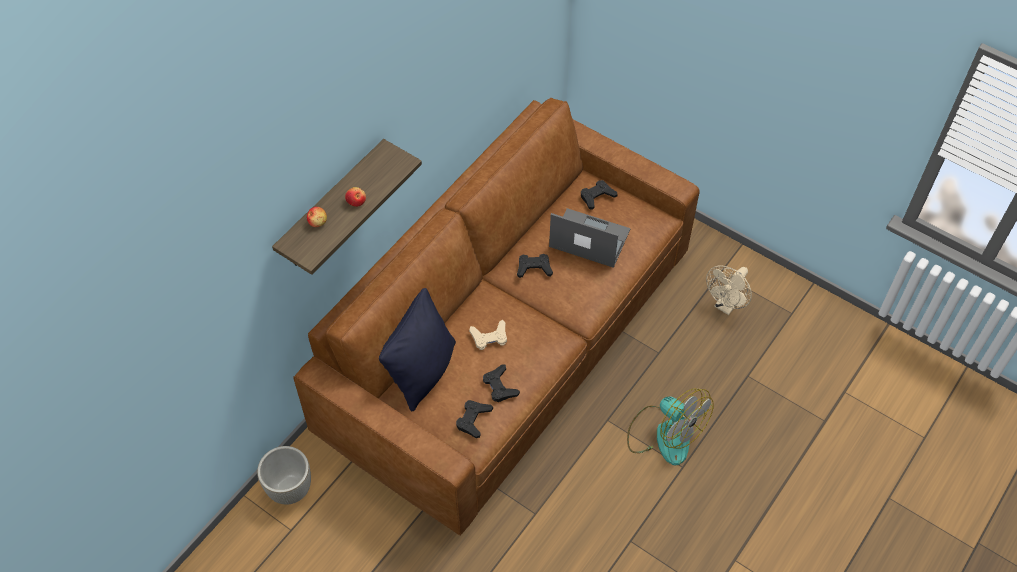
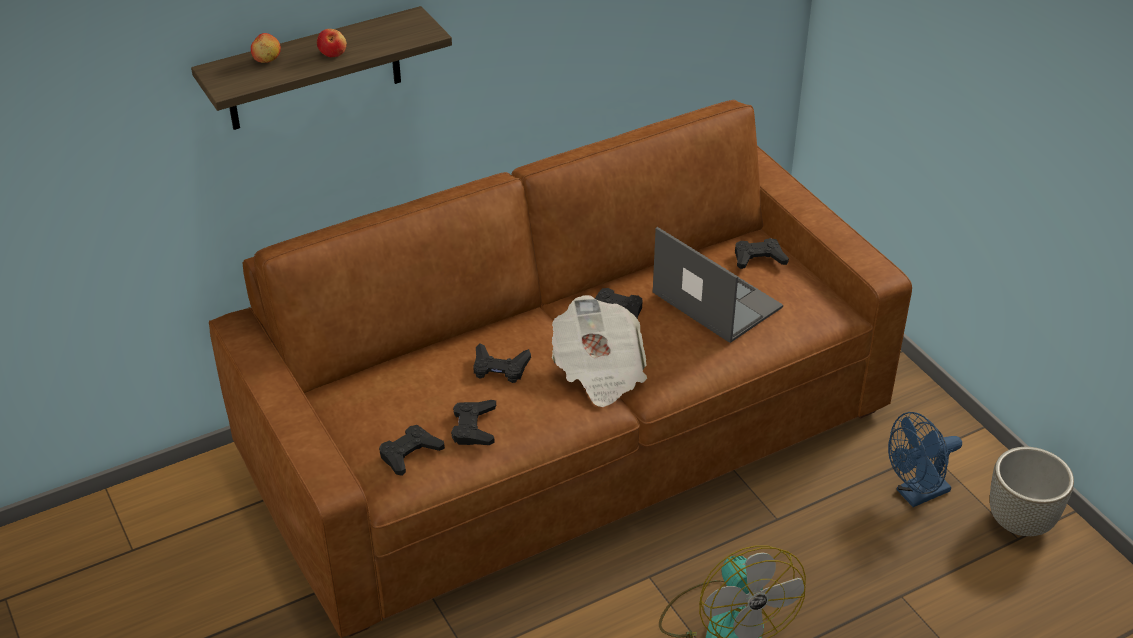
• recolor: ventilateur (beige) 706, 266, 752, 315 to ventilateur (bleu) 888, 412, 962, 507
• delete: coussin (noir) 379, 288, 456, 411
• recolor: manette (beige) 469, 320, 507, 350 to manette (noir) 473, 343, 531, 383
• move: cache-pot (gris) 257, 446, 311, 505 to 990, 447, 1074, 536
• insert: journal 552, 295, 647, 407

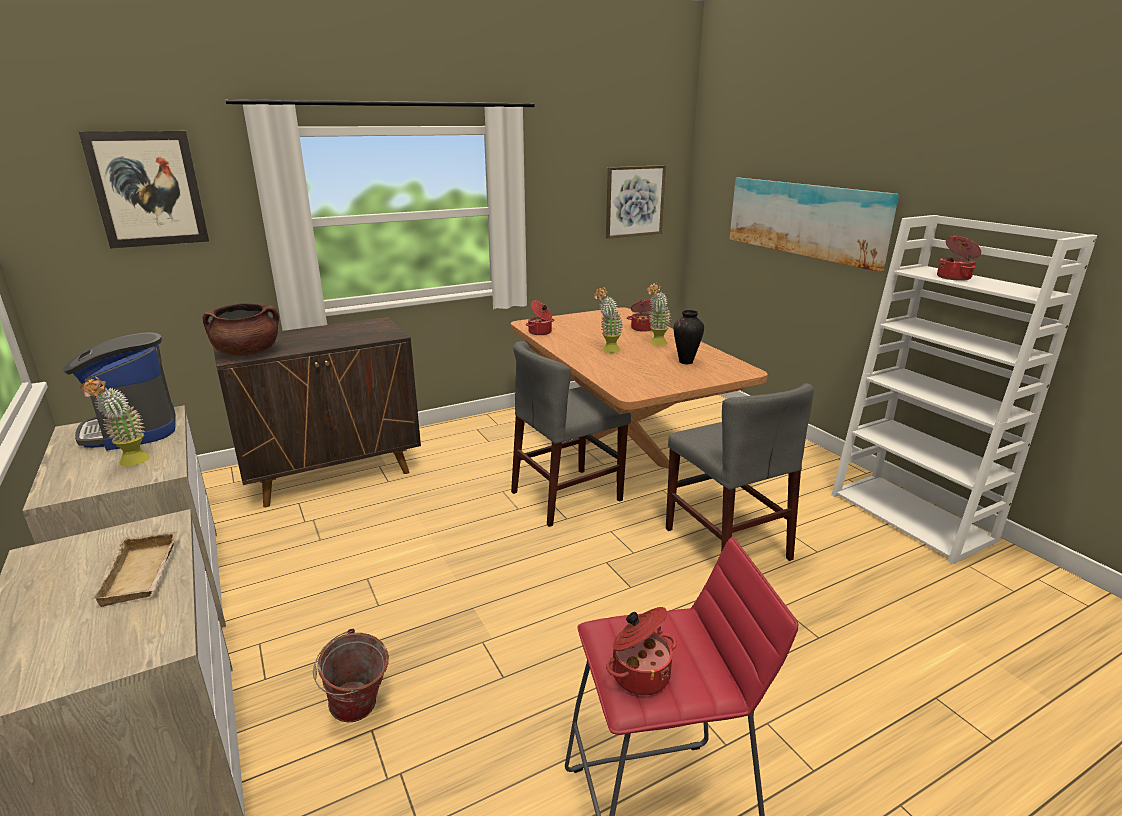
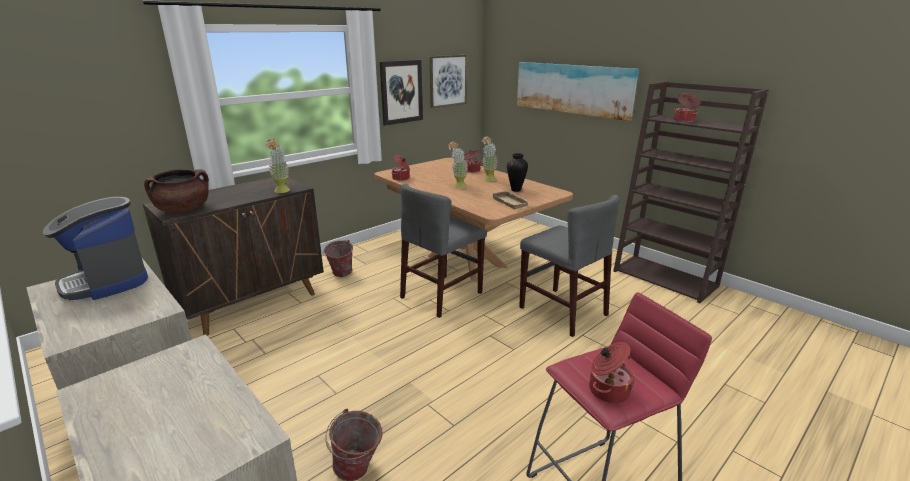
• move: tableau 79, 131, 209, 249 to 380, 60, 423, 126
• recolor: bibliothèque (blanc) 831, 215, 1097, 564 to bibliothèque (marron) 613, 82, 769, 303
• move: plante en pot 80, 377, 150, 466 to 266, 139, 290, 193
• move: plateau (beige) 91, 531, 177, 607 to 491, 191, 530, 209
• insert: seau 323, 240, 353, 277

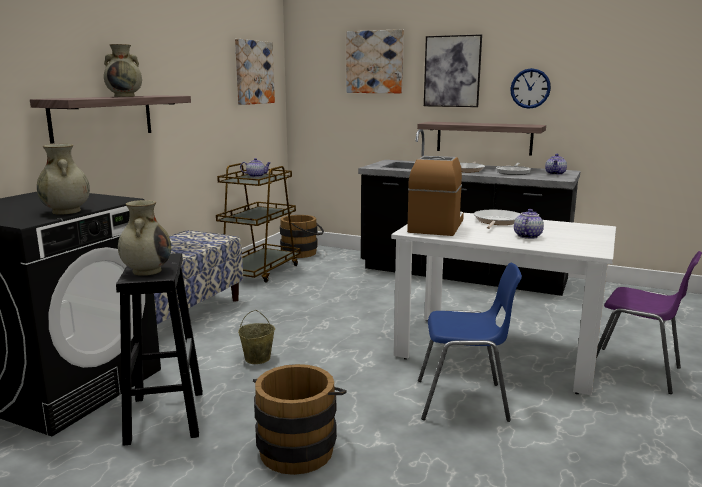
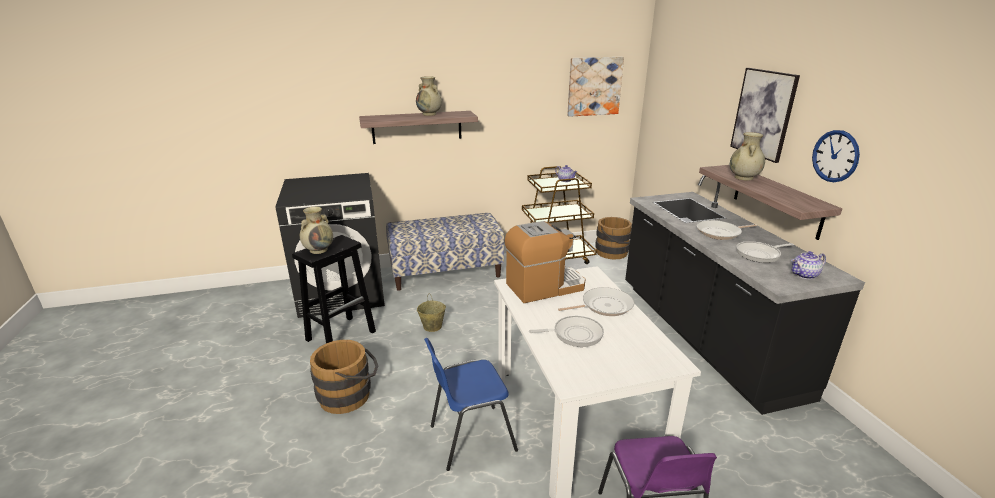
• delete: tableau 346, 29, 404, 93
• move: vase (beige) 37, 144, 90, 215 to 730, 132, 765, 180
• replace: théière 514, 209, 544, 239 to poêle 529, 315, 604, 347
• rotate: chaise (bleu) 418, 263, 522, 422 = 424, 338, 518, 471 105 degrees clockwise

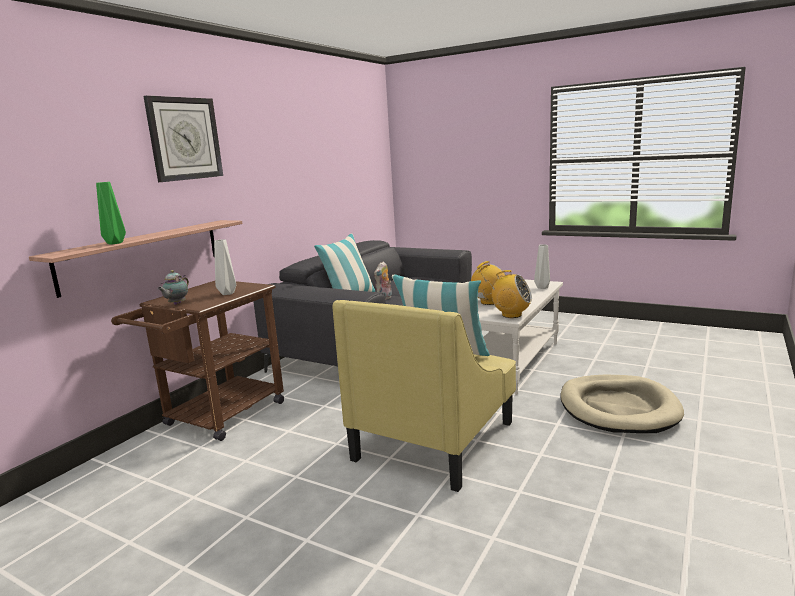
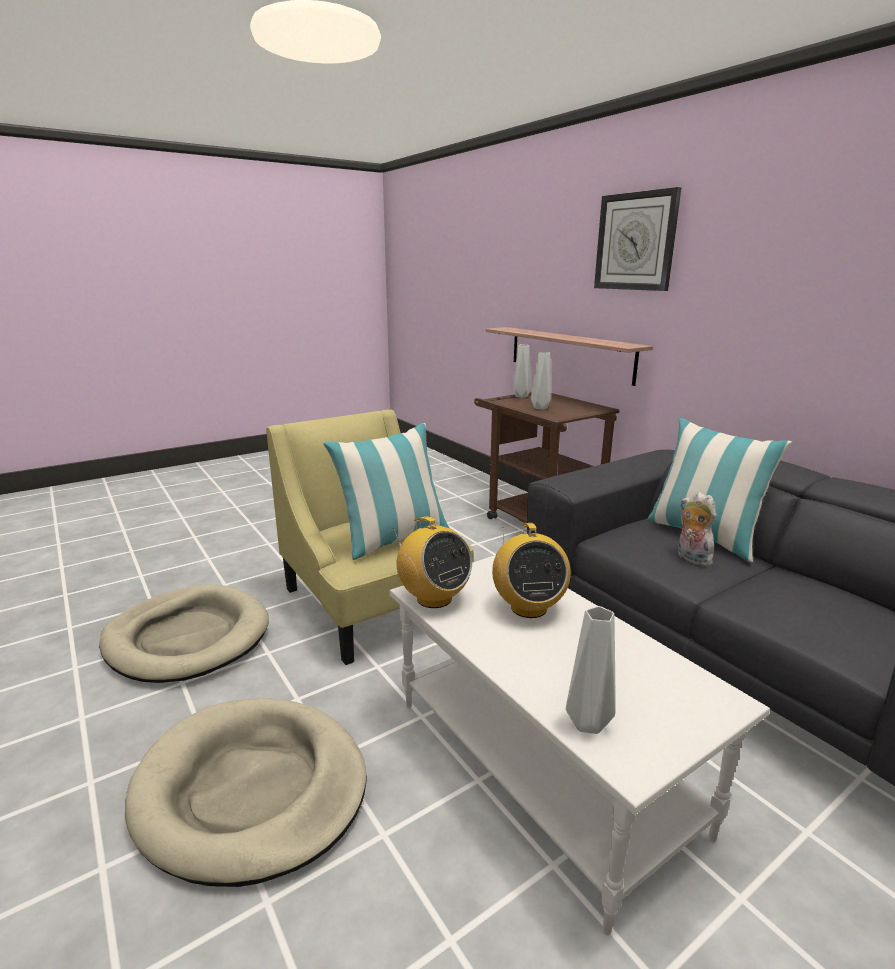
• delete: vase (vert) 96, 182, 126, 245
• replace: théière 157, 270, 189, 305 to vase (gris) 513, 344, 531, 398
• rotate: radio 489, 270, 532, 318 = 393, 516, 472, 608 90 degrees counterclockwise
• insert: panier pour chien (beige) 99, 584, 269, 683

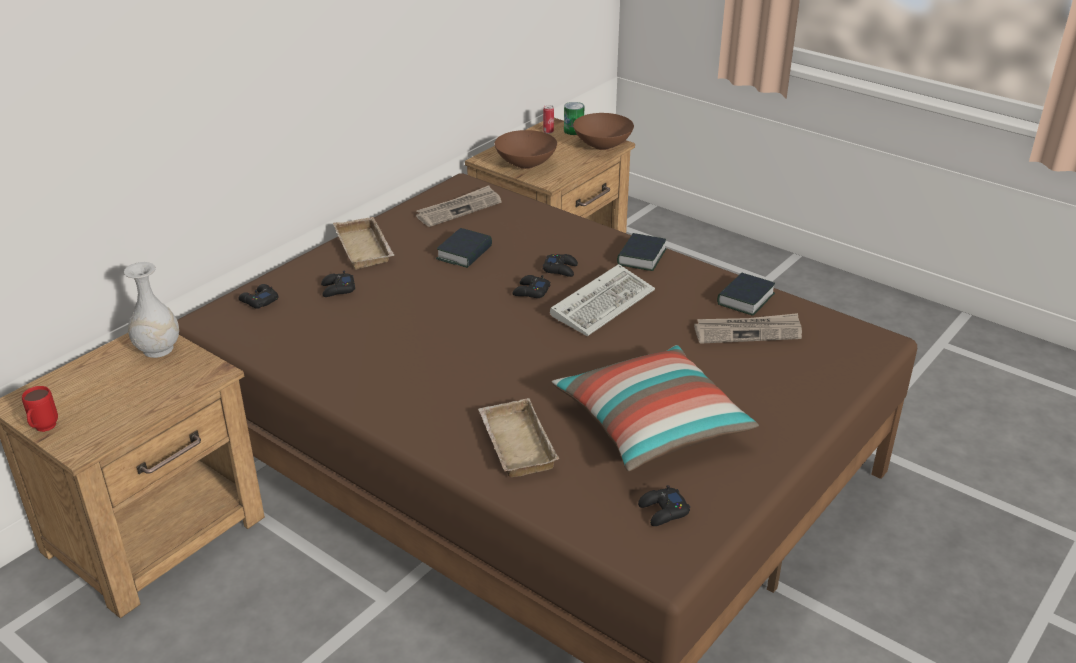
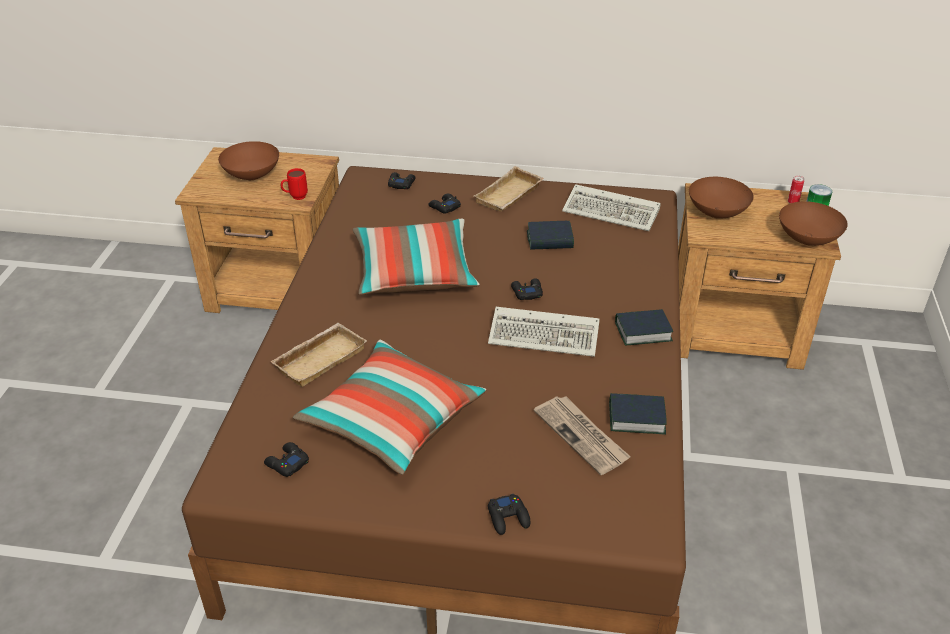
• replace: journal 416, 186, 502, 227 to clavier 562, 184, 661, 231
• move: manette (noir) 543, 254, 578, 277 to 488, 494, 530, 535
• delete: vase (blanc) 124, 262, 179, 358
• move: mug (rouge) 22, 386, 58, 432 to 281, 168, 308, 200
• insert: bol (marron) 218, 141, 279, 180
• insert: coussin 353, 219, 480, 295

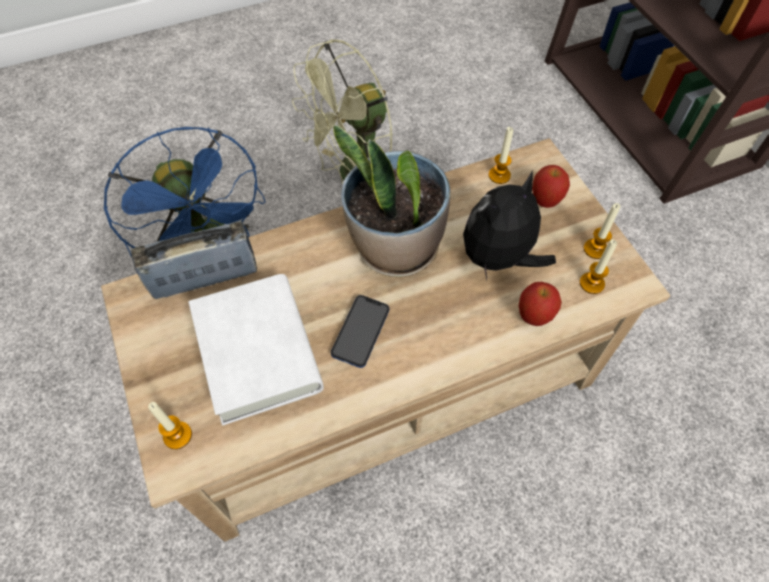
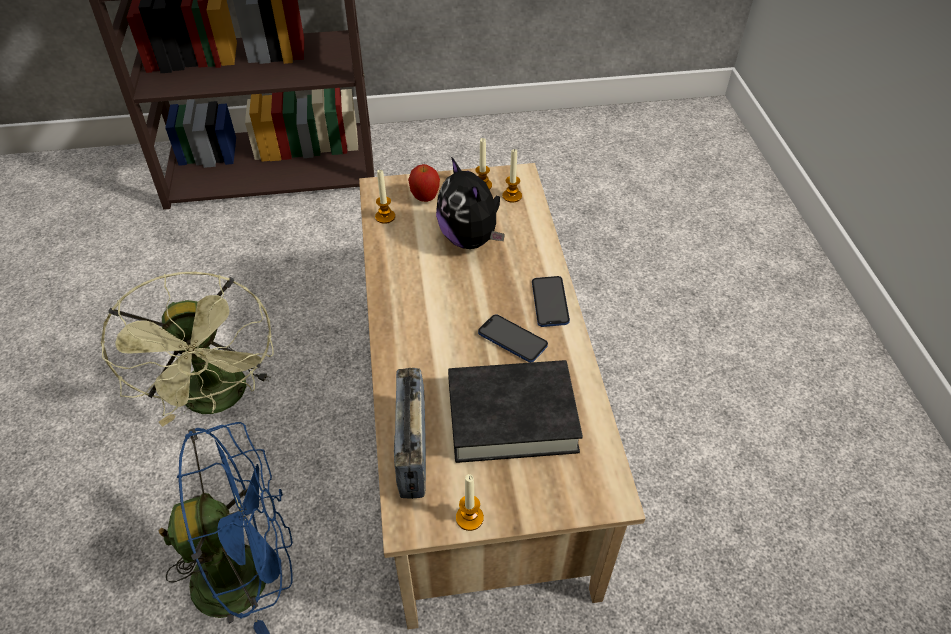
• delete: plante en pot 333, 125, 450, 277
• recolor: livre (blanc) 188, 274, 324, 425 to livre (noir) 448, 360, 583, 463
• delete: pomme 519, 282, 562, 326
• move: bougie 148, 402, 192, 449 to 456, 474, 484, 531
• insert: téléphone 532, 276, 570, 327

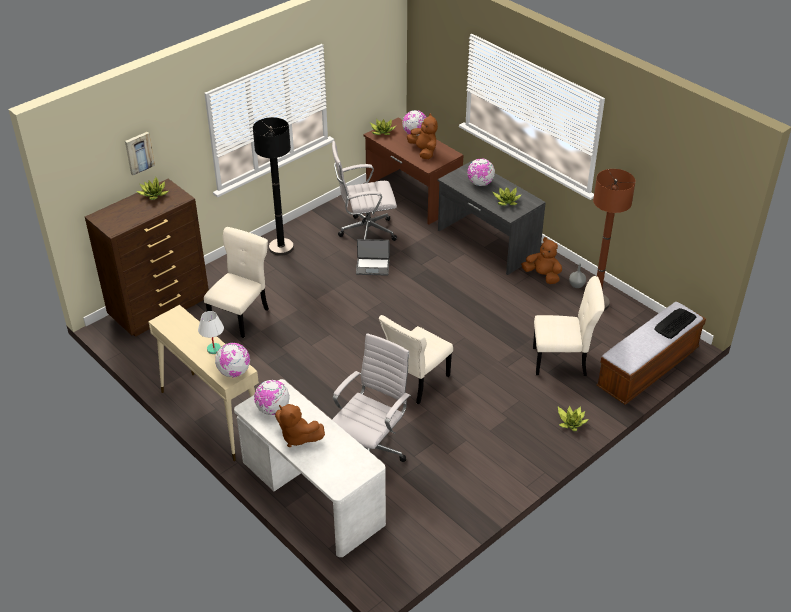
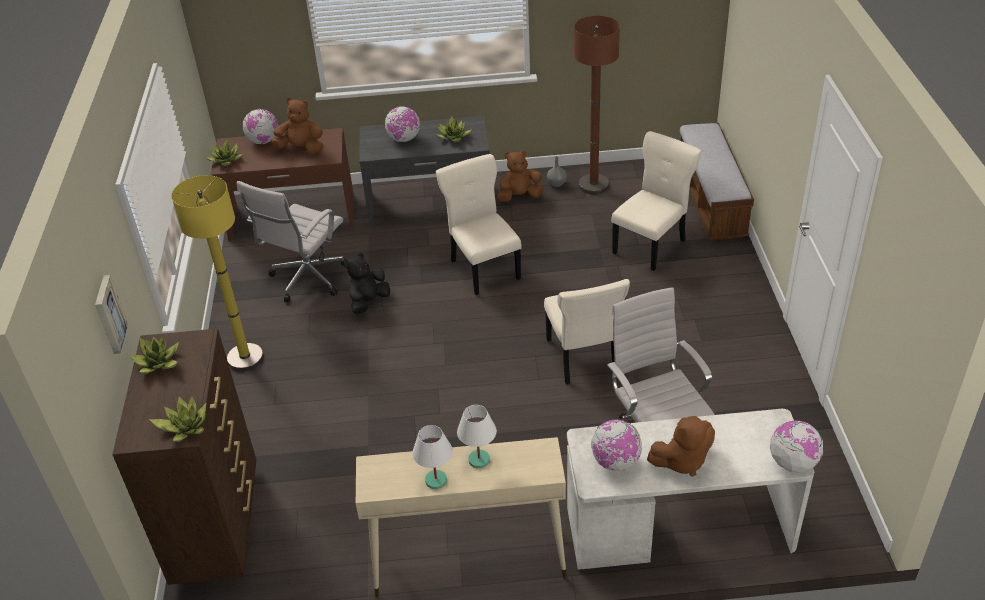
• recolor: lampadaire (noir) 253, 117, 294, 256 to lampadaire (jaune) 171, 175, 264, 371
• move: chaise (beige) 204, 227, 269, 338 to 436, 154, 522, 295
• replace: ordinateur portable 356, 239, 389, 276 to peluche (noir) 344, 253, 390, 314
• delete: clavier 654, 308, 696, 339
• move: globe 215, 343, 250, 378 to 770, 421, 823, 473
• move: plante en pot 558, 406, 589, 431 to 149, 396, 206, 442
• insert: lampe de table (blanc) 412, 425, 453, 489

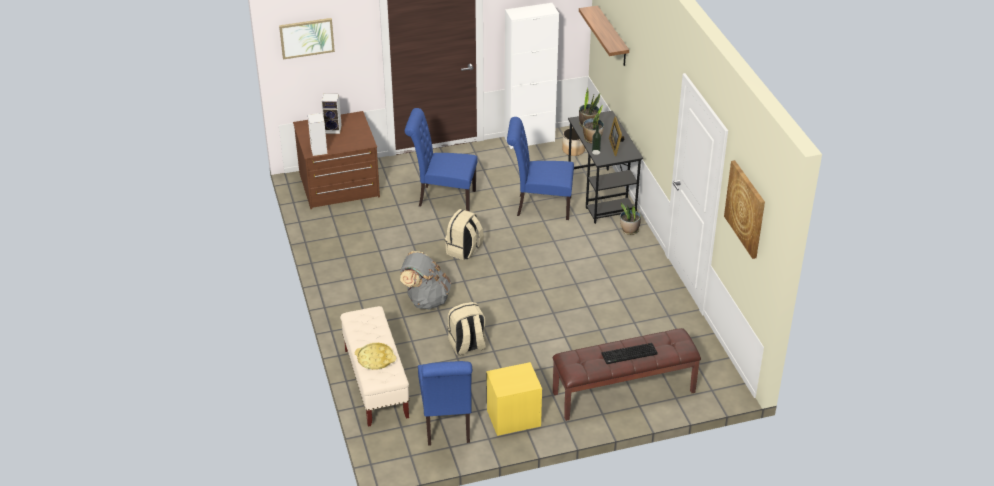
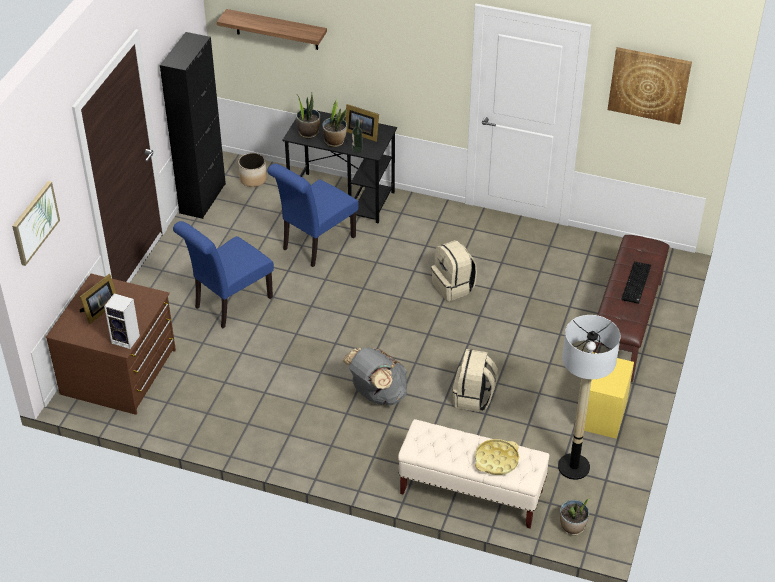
• recolor: meuble de rangement (blanc) 505, 3, 559, 149 to meuble de rangement (noir) 160, 32, 226, 219
• replace: enceinte 321, 93, 342, 134 to cadre photo 80, 274, 117, 324
• move: plante en pot 620, 202, 641, 235 to 560, 499, 590, 535
• move: sac à dos (beige) 445, 209, 484, 260 to 431, 240, 477, 301
• replace: chaise (bleu) 418, 361, 472, 446 to lampadaire 558, 315, 621, 480

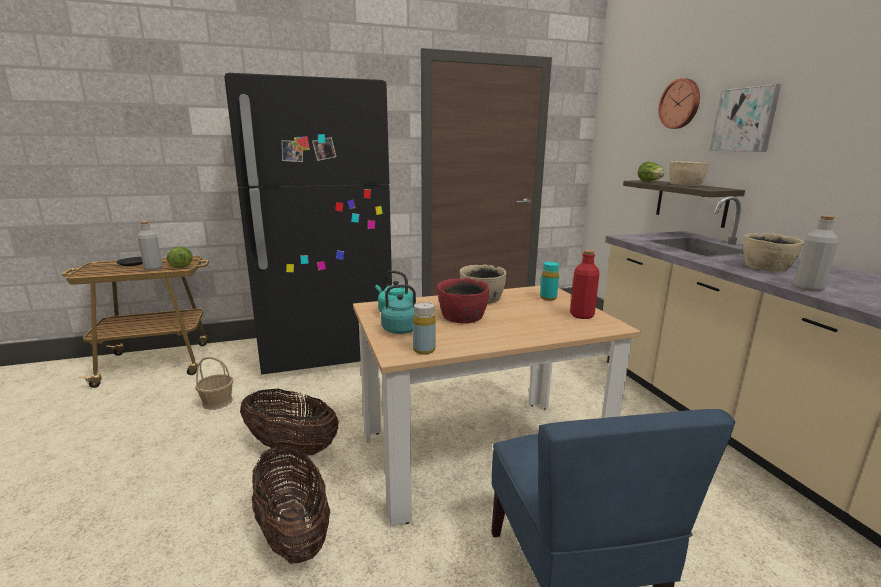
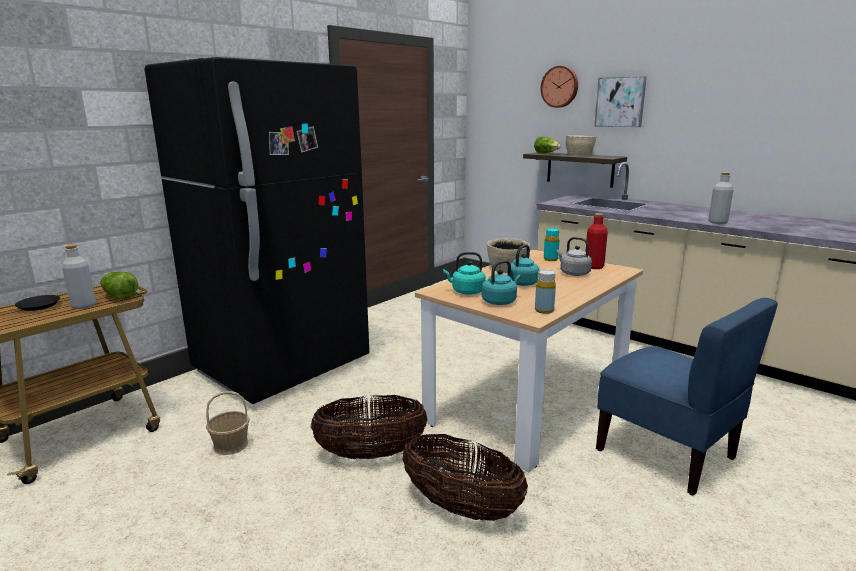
• delete: bol (beige) 743, 233, 804, 272
• replace: bol (rouge) 437, 278, 489, 324 to bouilloire (turquoise) 507, 244, 539, 286
• insert: bouilloire (gris) 556, 237, 592, 276

